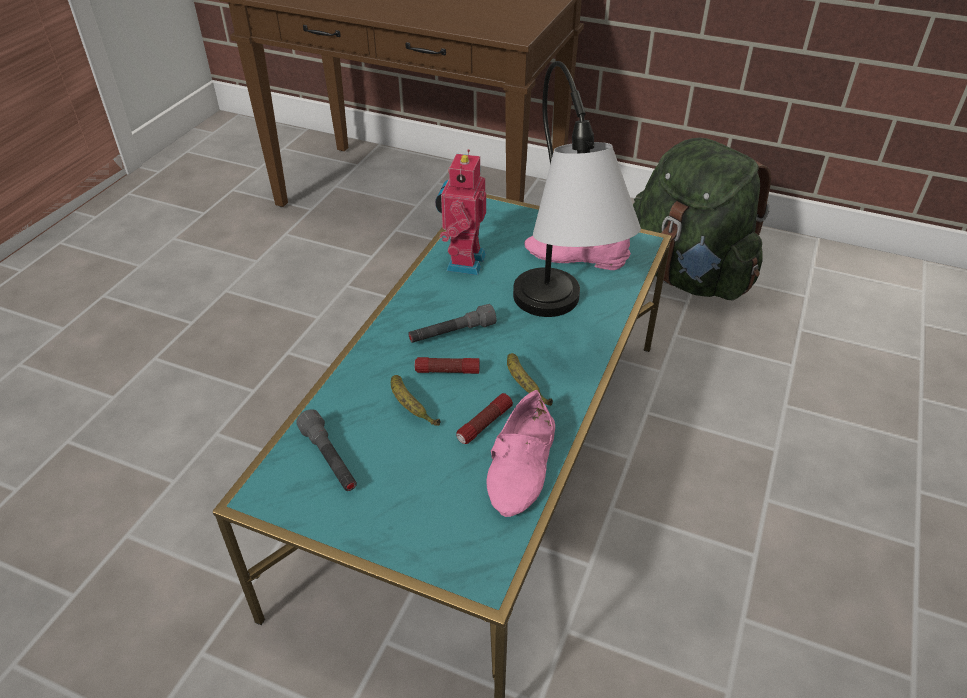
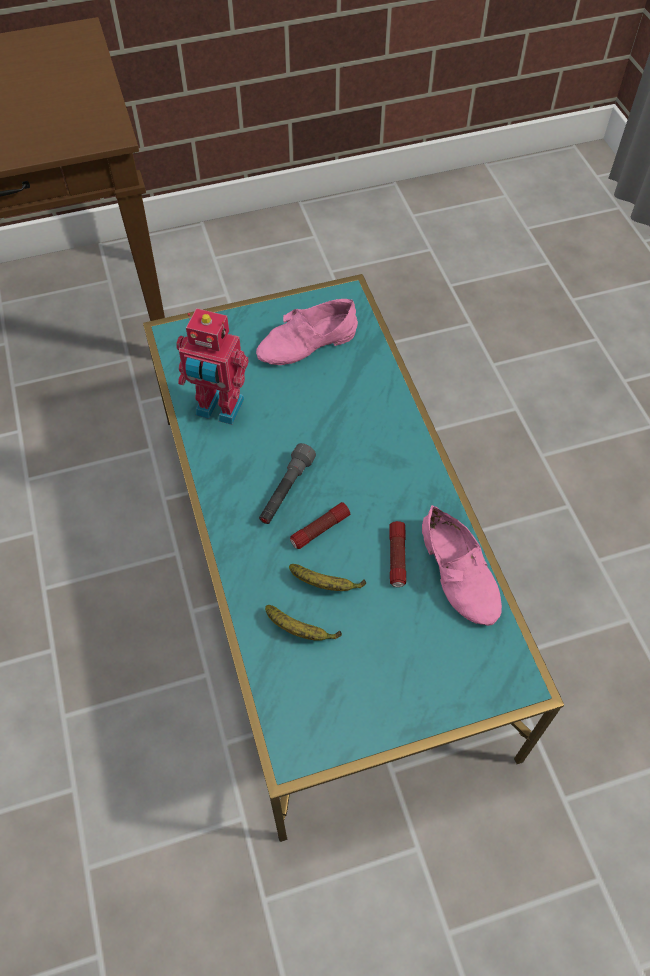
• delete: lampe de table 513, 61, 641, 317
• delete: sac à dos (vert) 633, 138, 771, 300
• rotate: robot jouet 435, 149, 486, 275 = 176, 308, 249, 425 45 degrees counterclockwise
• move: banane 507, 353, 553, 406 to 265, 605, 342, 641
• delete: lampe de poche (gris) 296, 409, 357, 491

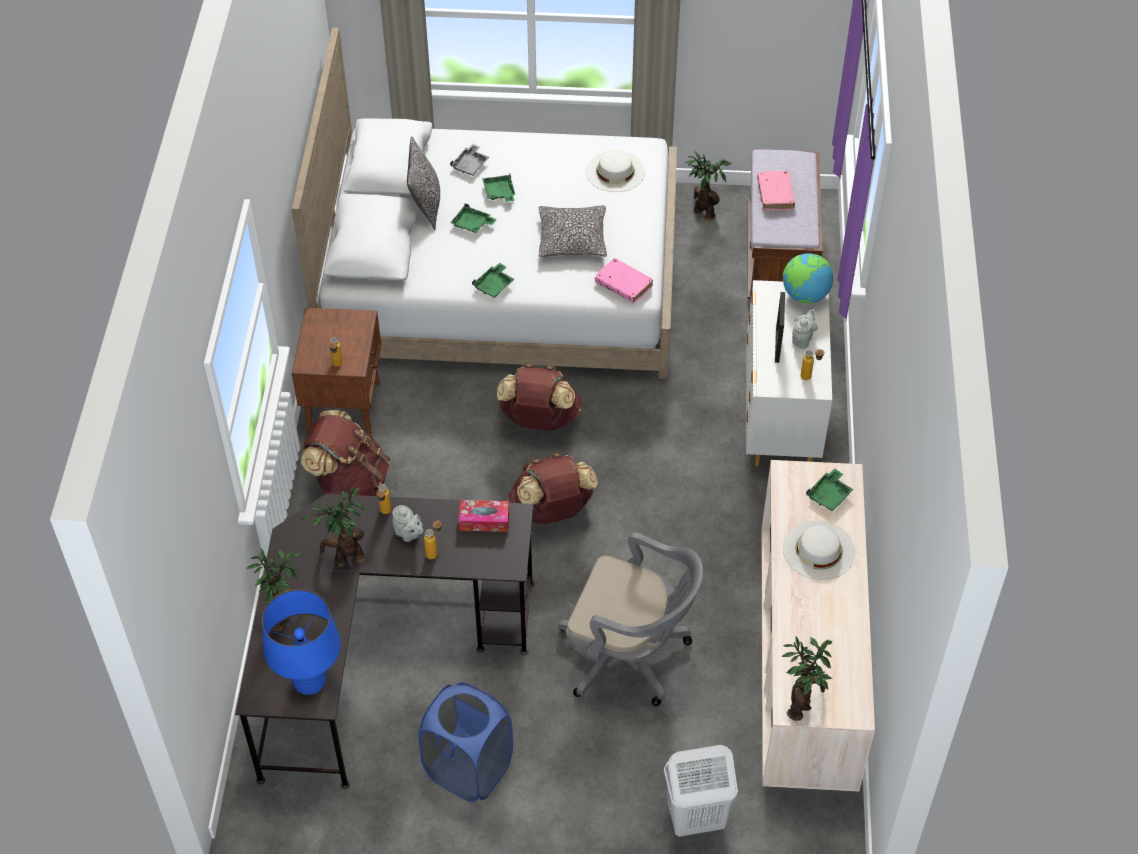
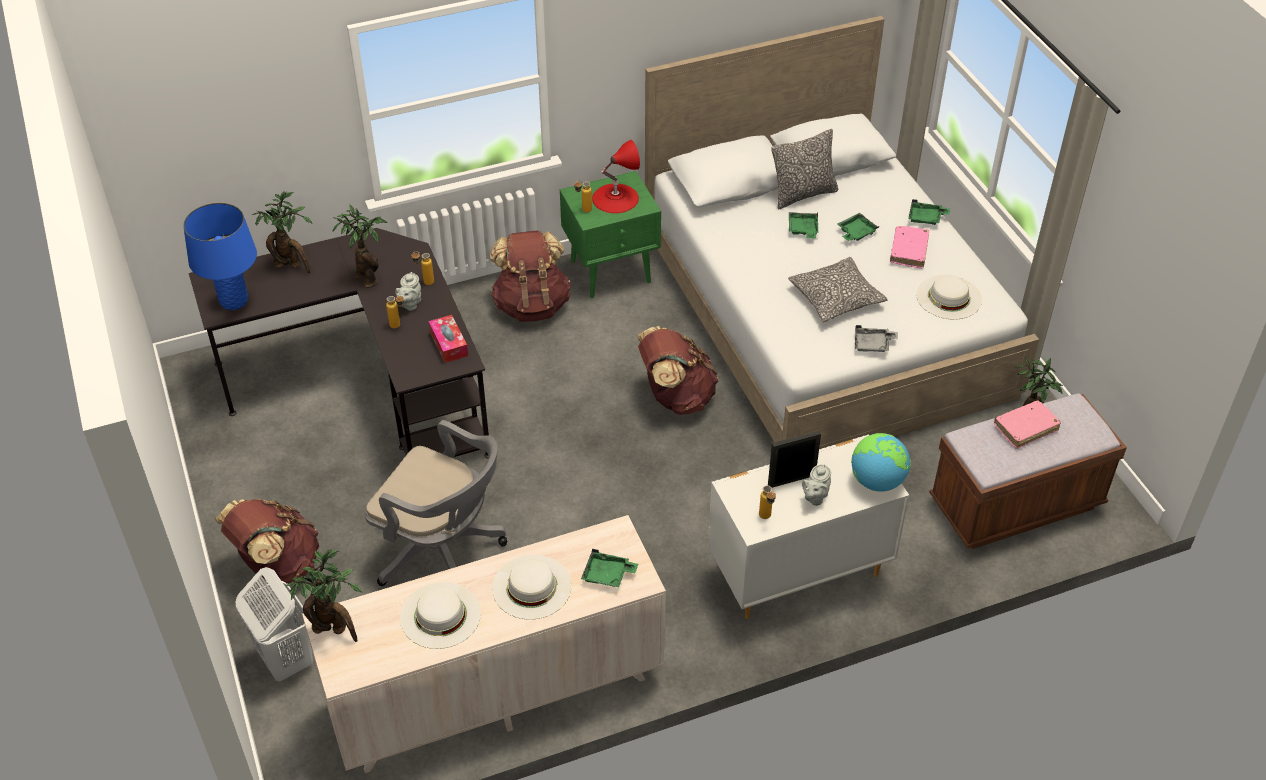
• move: plateau (gris) 450, 144, 489, 176 to 855, 325, 898, 352
• move: livre (rose) 595, 258, 653, 303 to 890, 226, 929, 268
• move: plateau (vert) 472, 263, 514, 298 to 908, 199, 950, 225
• recolor: table de chevet (marron) 292, 307, 381, 435 to table de chevet (vert) 560, 171, 661, 298
• rotate: théière (gris) 792, 309, 817, 349 = 802, 464, 831, 506 120 degrees clockwise
• move: sac à dos (marron) 508, 453, 598, 524 to 215, 499, 319, 583
• rotate: chaise de bureau (gris) 558, 532, 703, 706 = 365, 420, 507, 586 60 degrees counterclockwise
• delete: panier à linge (bleu) 418, 683, 513, 802
• insert: lampe de table (rouge) 592, 140, 640, 213
• insert: chapeau (blanc) 400, 582, 481, 649

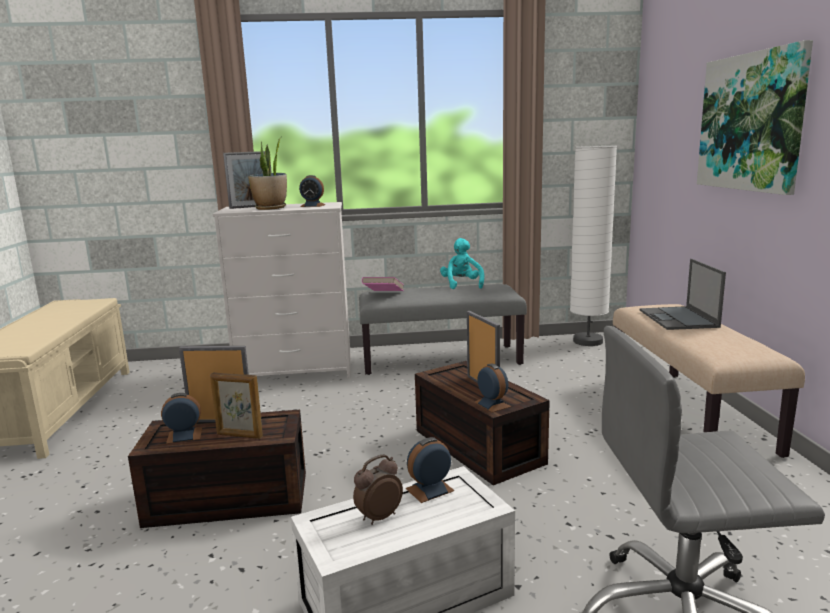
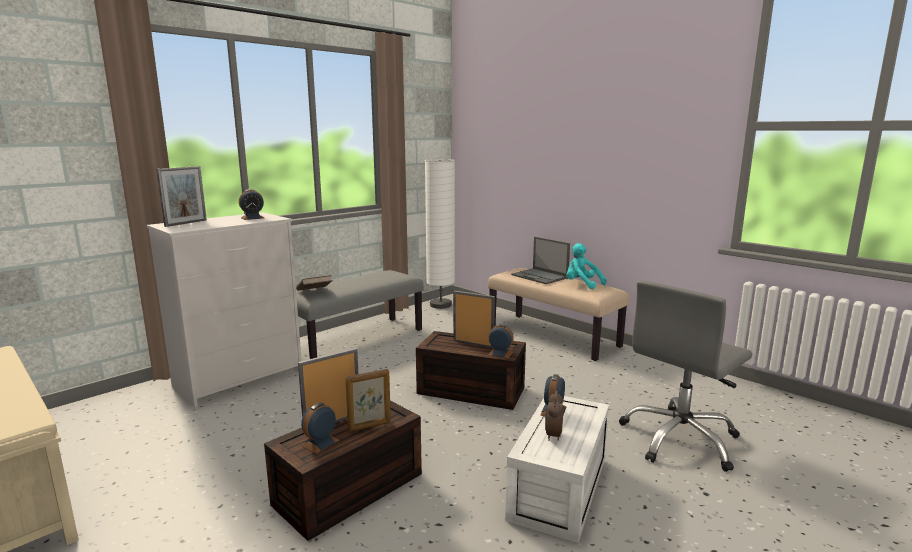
• delete: tableau 697, 40, 813, 195
• delete: plante en pot 248, 136, 287, 210
• move: peluche (turquoise) 440, 238, 484, 289 to 566, 243, 607, 289
• recolor: livre (rose) 362, 277, 403, 291 to livre (marron) 296, 275, 333, 291

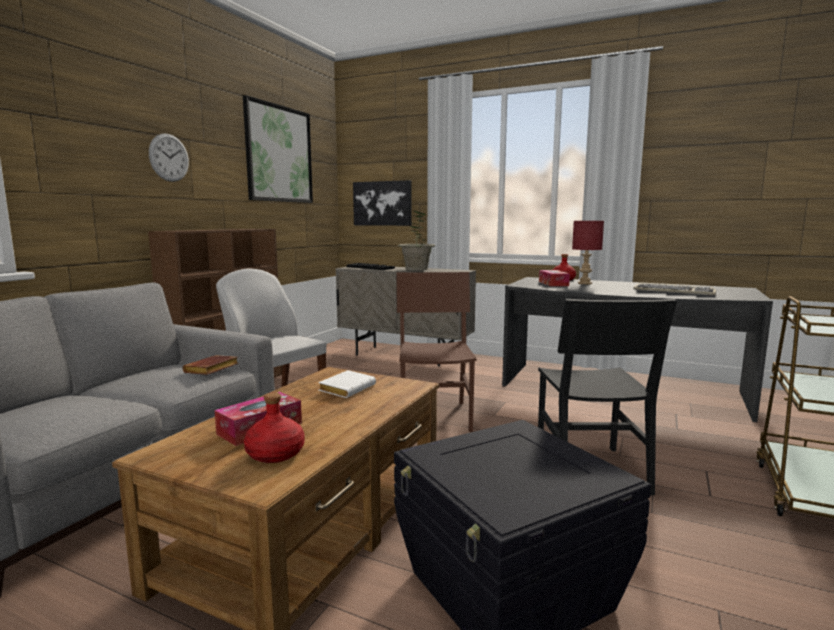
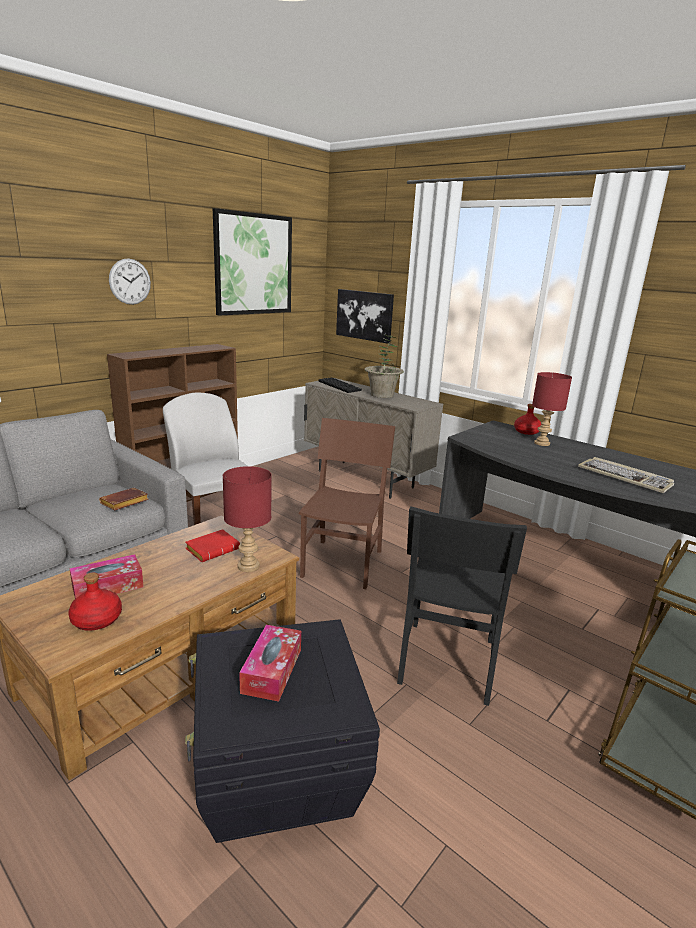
• move: boîte à mouchoirs 539, 270, 570, 286 to 239, 625, 301, 702
• recolor: livre (blanc) 318, 370, 376, 398 to livre (rouge) 185, 529, 240, 562
• insert: lampe de table (rouge) 223, 466, 271, 572

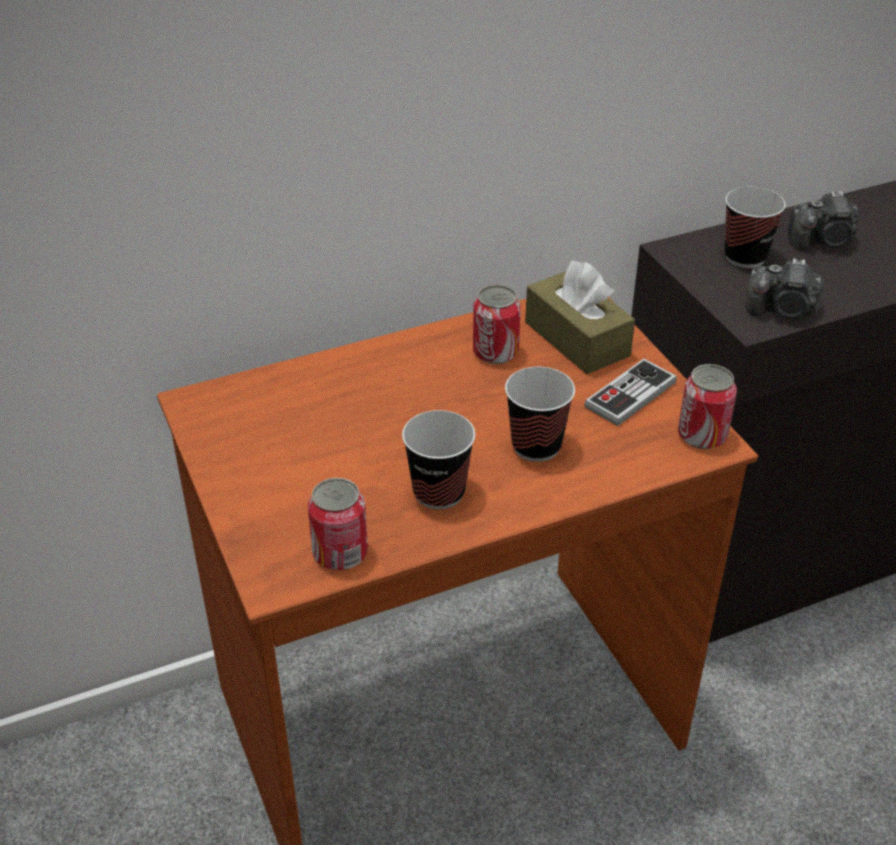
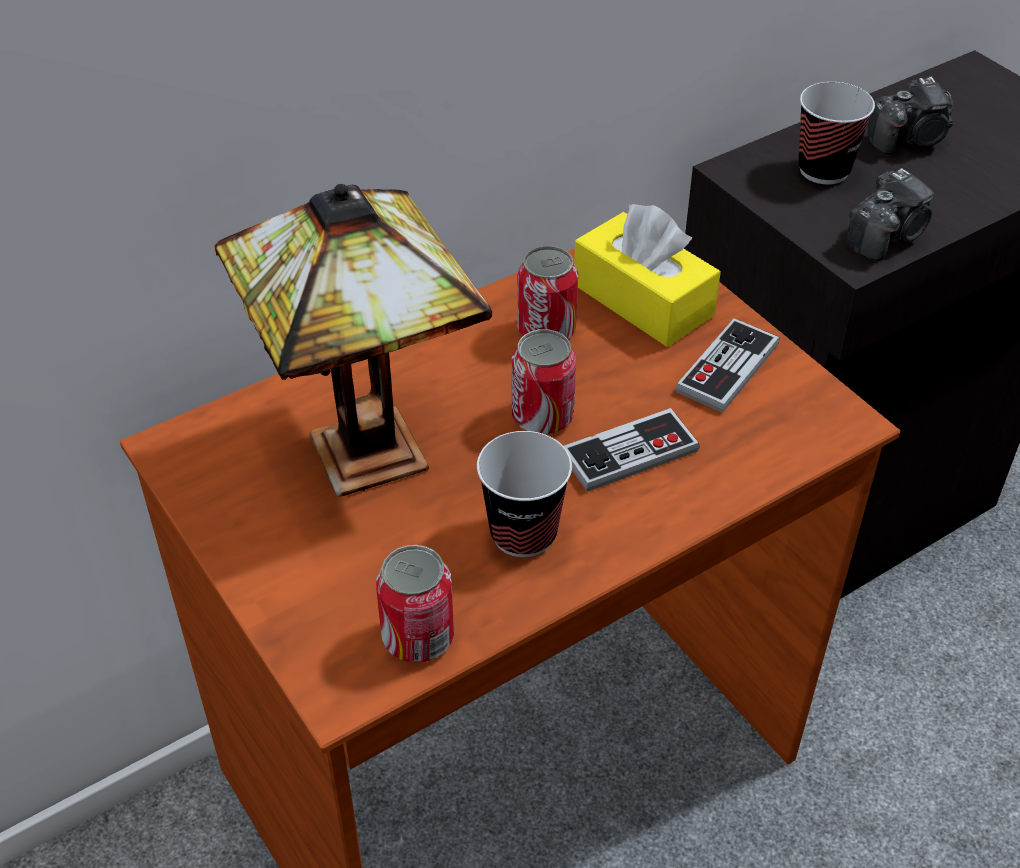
• rotate: appareil photo 746, 258, 824, 319 = 847, 168, 934, 261 45 degrees counterclockwise
• recolor: boîte à mouchoirs (marron) 525, 261, 635, 374 to boîte à mouchoirs (jaune) 574, 204, 721, 347
• move: boîte métallique 678, 364, 737, 449 to 512, 329, 576, 435
• replace: tasse 505, 367, 575, 462 to manette 564, 408, 700, 492
• insert: lampe de table 215, 184, 492, 497

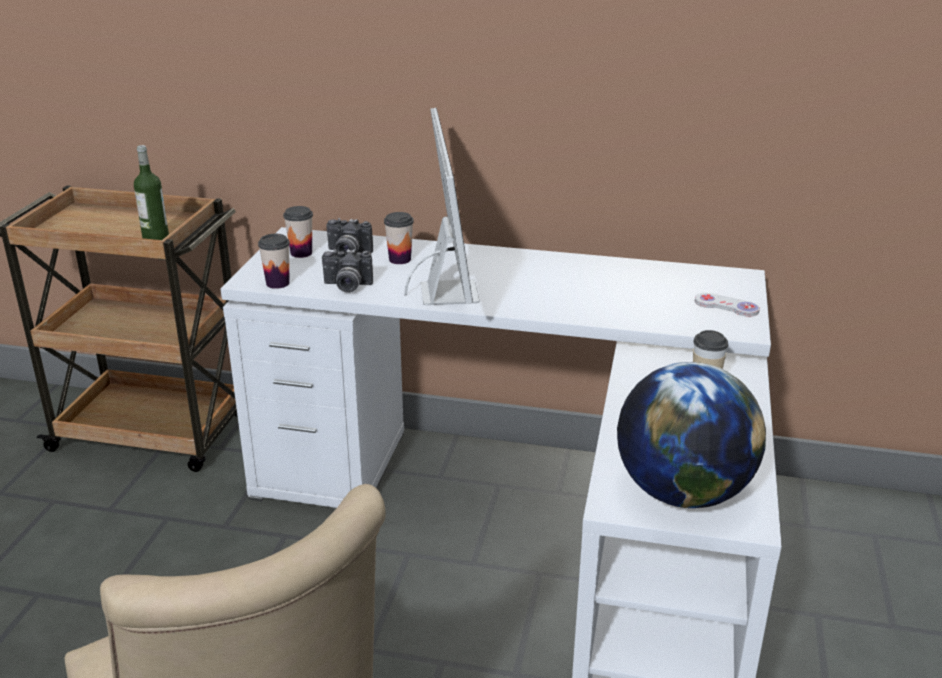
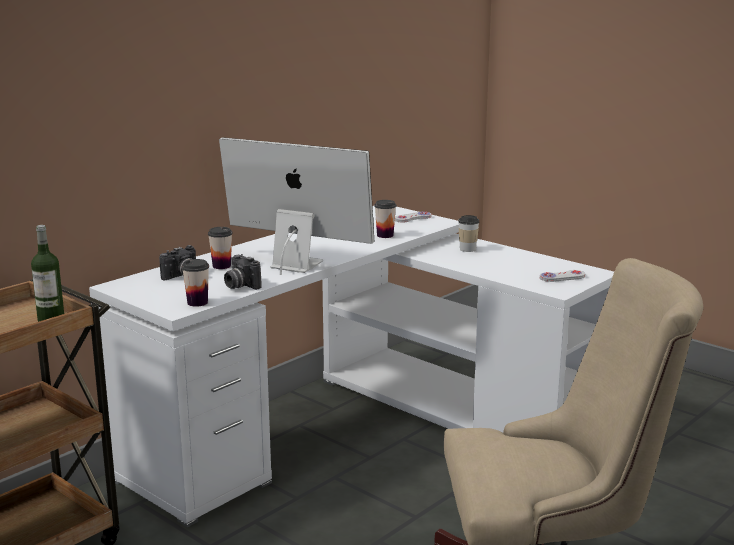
• move: tasse 283, 206, 313, 258 to 374, 200, 396, 238
• rotate: appareil photo 322, 249, 373, 293 = 224, 254, 262, 290 105 degrees clockwise
• replace: globe 617, 362, 766, 508 to manette (blanc) 540, 270, 585, 282

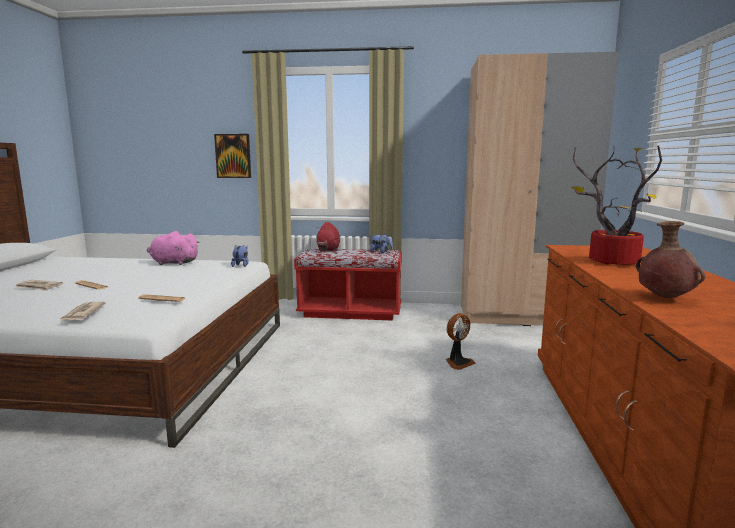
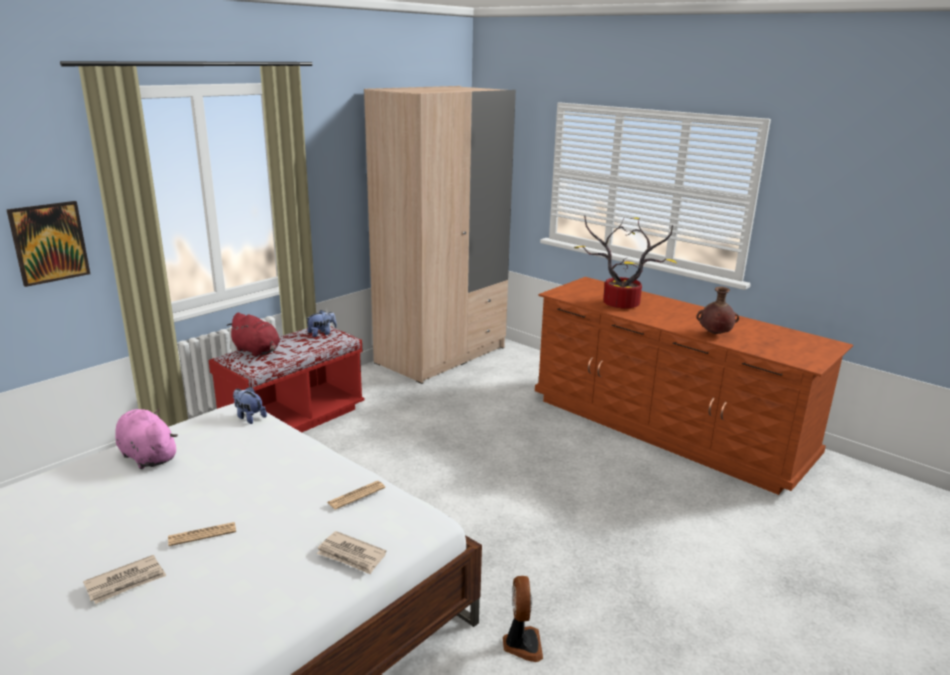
• rotate: peluche (rose) 147, 231, 200, 265 = 115, 408, 178, 469 90 degrees clockwise
• move: ventilateur 446, 313, 476, 370 to 503, 576, 543, 662

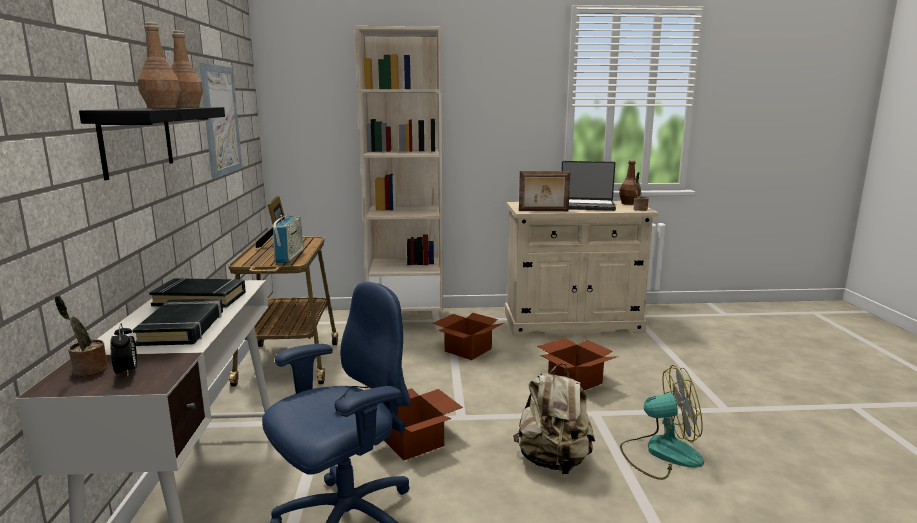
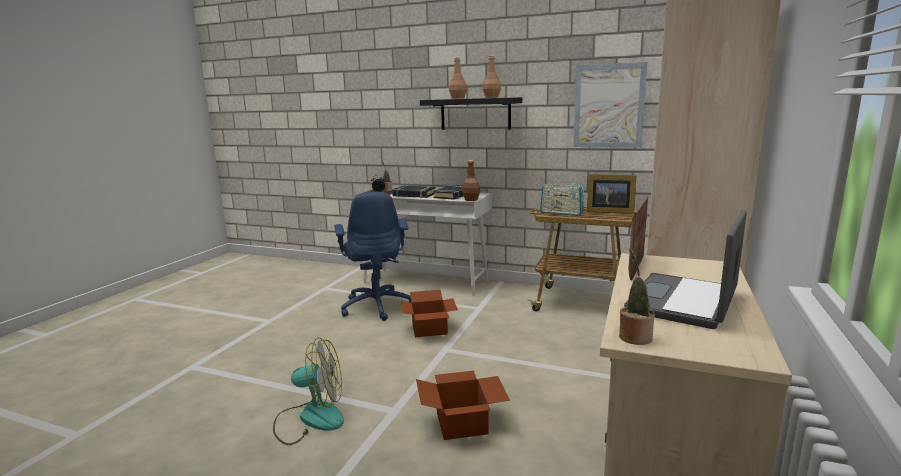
• move: bouteille (marron) 619, 160, 640, 205 to 462, 160, 480, 201
• delete: carton 432, 313, 504, 360
• delete: sac à dos (beige) 513, 363, 595, 474
• rotate: ventilateur 620, 365, 704, 480 = 273, 337, 344, 445 120 degrees counterclockwise

